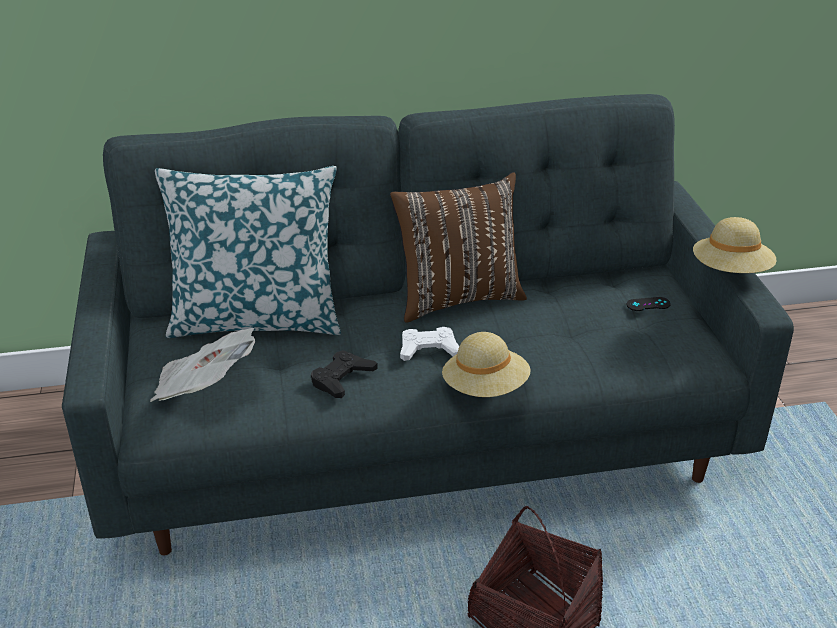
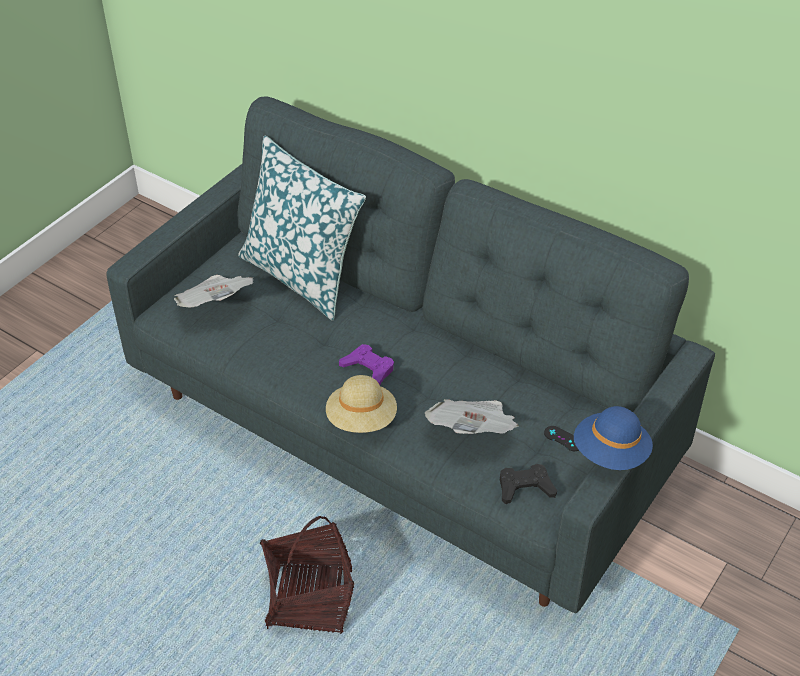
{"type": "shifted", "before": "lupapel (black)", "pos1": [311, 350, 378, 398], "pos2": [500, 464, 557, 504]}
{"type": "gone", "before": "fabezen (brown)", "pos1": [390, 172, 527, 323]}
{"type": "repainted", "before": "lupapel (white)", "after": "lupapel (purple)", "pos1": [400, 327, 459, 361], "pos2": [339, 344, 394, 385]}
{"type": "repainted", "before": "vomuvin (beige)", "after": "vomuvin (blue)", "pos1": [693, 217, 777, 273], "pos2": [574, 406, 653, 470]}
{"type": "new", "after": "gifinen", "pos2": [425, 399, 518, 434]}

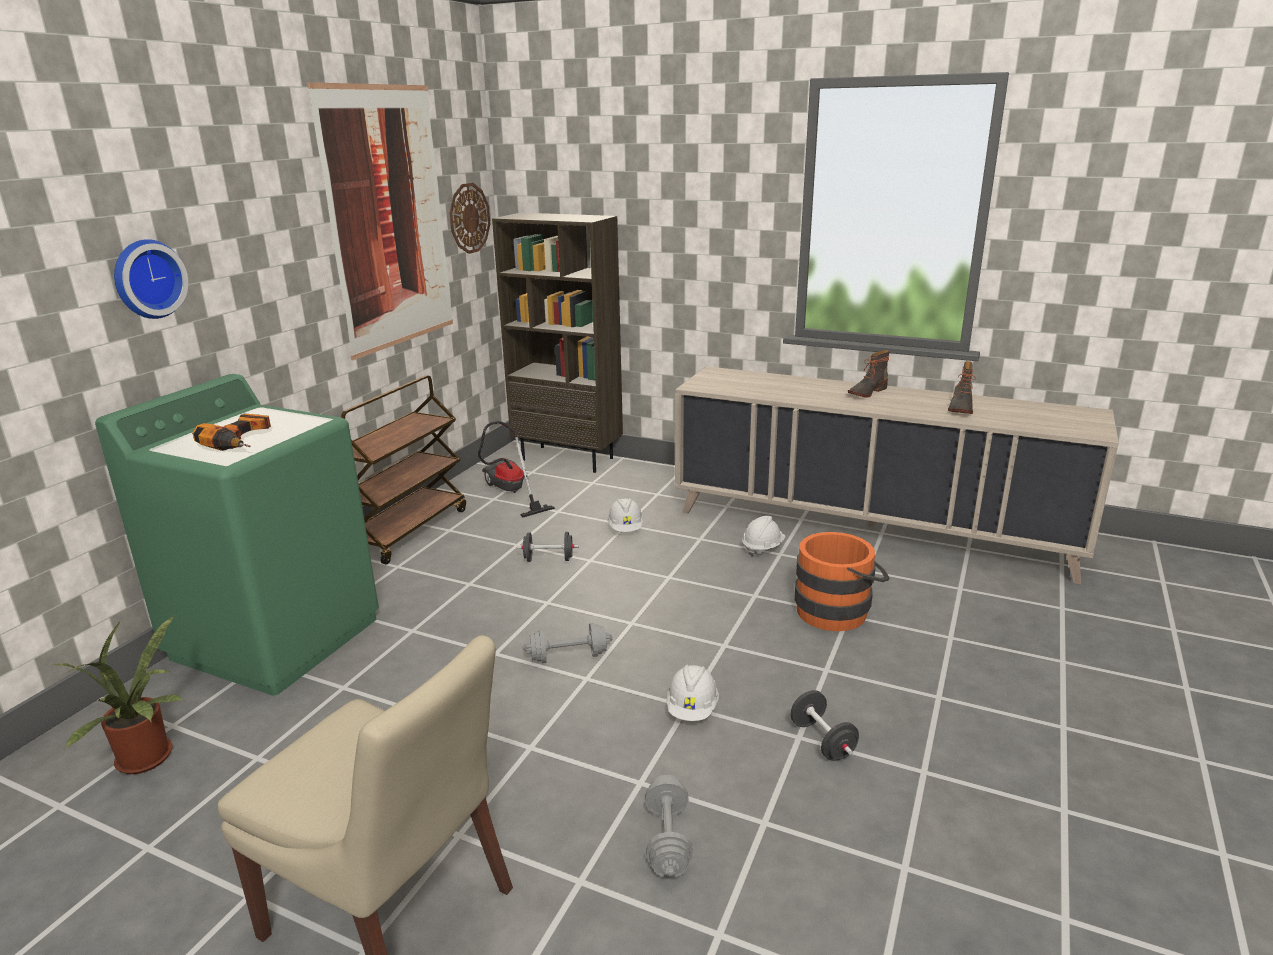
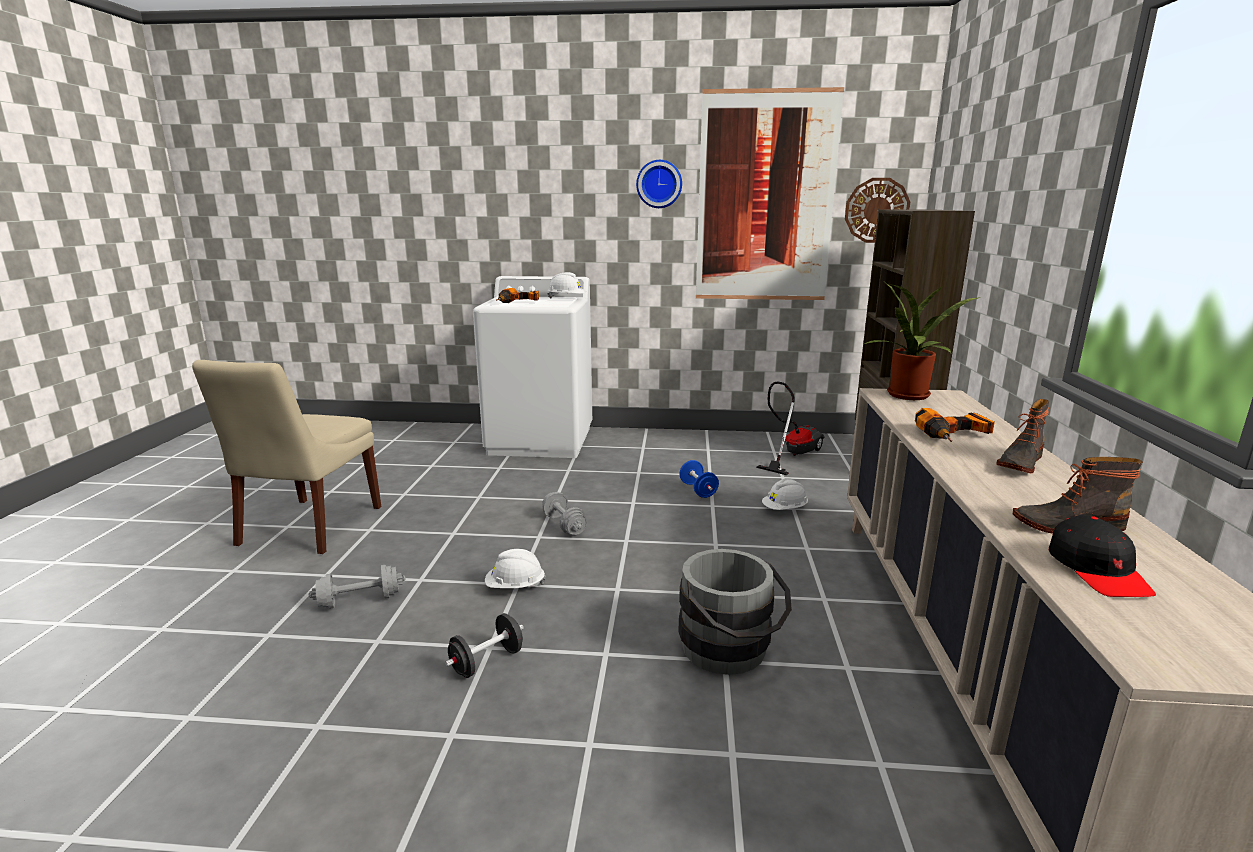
{"type": "shifted", "before": "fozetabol", "pos1": [53, 615, 185, 774], "pos2": [863, 282, 978, 400]}
{"type": "repainted", "before": "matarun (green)", "after": "matarun (white)", "pos1": [95, 374, 379, 696], "pos2": [473, 276, 592, 458]}
{"type": "shifted", "before": "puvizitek", "pos1": [114, 239, 188, 319], "pos2": [636, 160, 682, 208]}
{"type": "gone", "before": "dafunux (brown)", "pos1": [341, 375, 466, 564]}
{"type": "repainted", "before": "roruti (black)", "after": "roruti (blue)", "pos1": [517, 532, 579, 562], "pos2": [680, 460, 719, 498]}
{"type": "shifted", "before": "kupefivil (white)", "pos1": [742, 516, 786, 557], "pos2": [547, 272, 586, 299]}
{"type": "repainted", "before": "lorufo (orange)", "after": "lorufo (grey)", "pos1": [794, 532, 890, 631], "pos2": [678, 549, 792, 675]}
{"type": "rotated", "before": "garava", "pos1": [848, 350, 890, 398], "pos2": [996, 399, 1049, 473], "turn": -75}
{"type": "new", "after": "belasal", "pos2": [915, 408, 995, 442]}
{"type": "new", "after": "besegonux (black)", "pos2": [1048, 515, 1156, 597]}

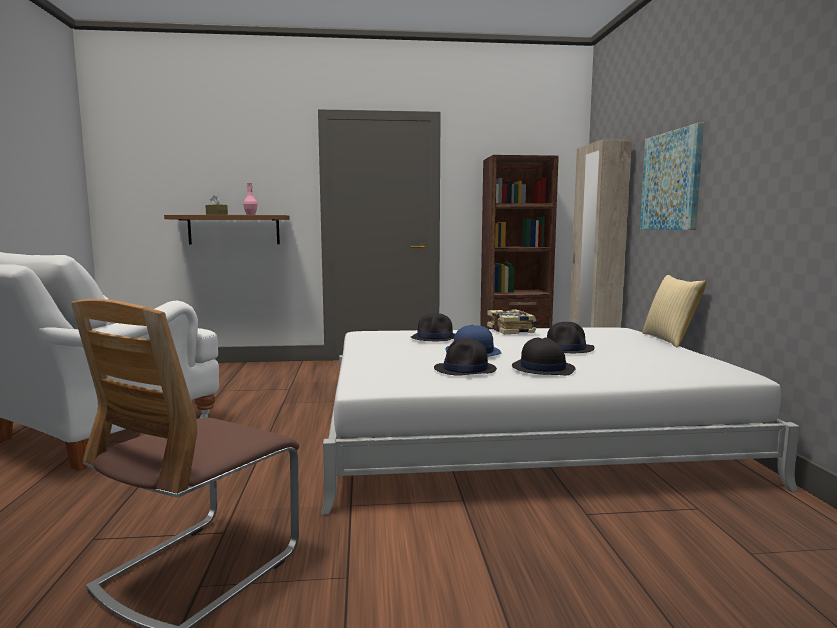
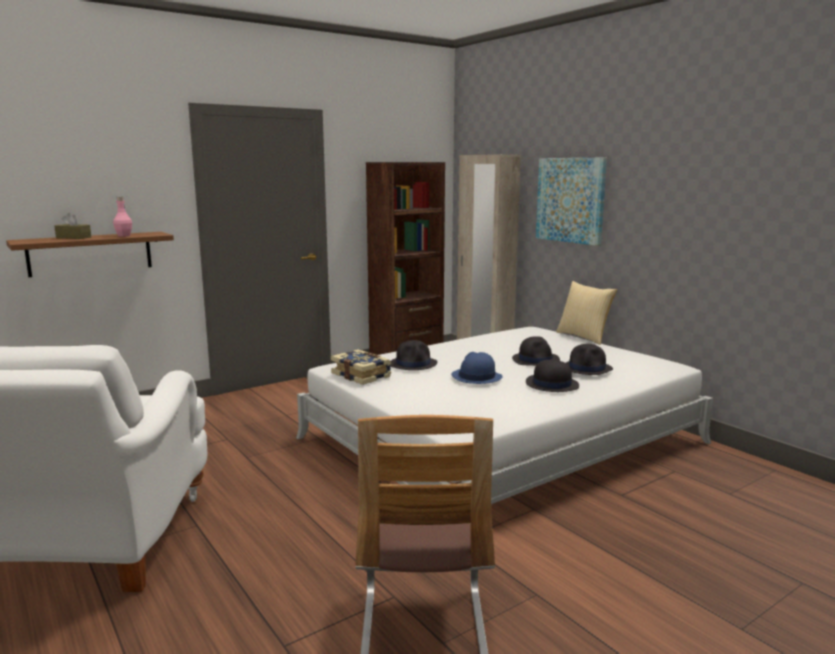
{"type": "shifted", "before": "vomuvin (black)", "pos1": [434, 338, 497, 376], "pos2": [566, 344, 613, 375]}
{"type": "shifted", "before": "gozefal", "pos1": [487, 309, 537, 334], "pos2": [331, 349, 391, 385]}

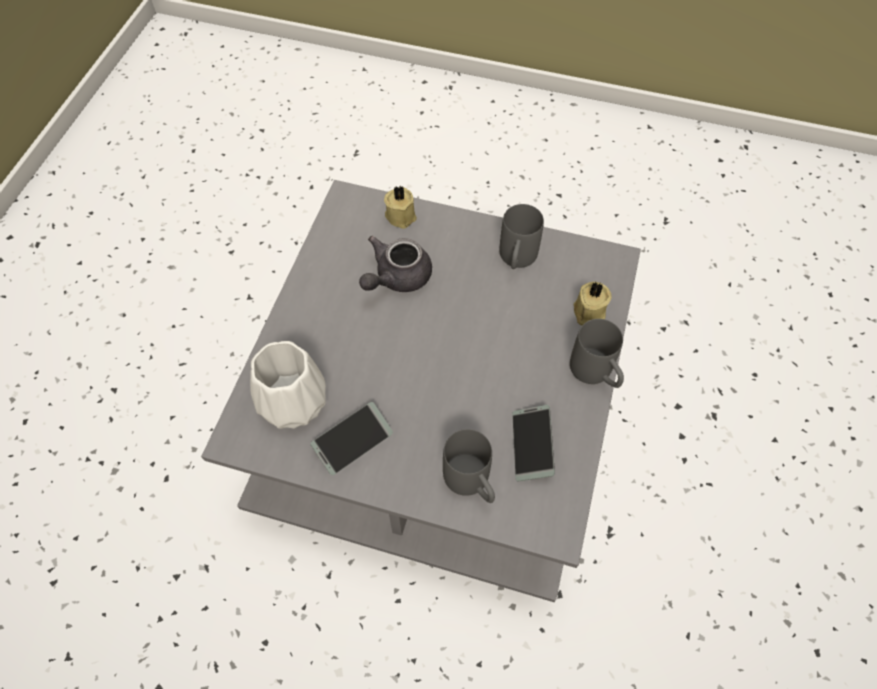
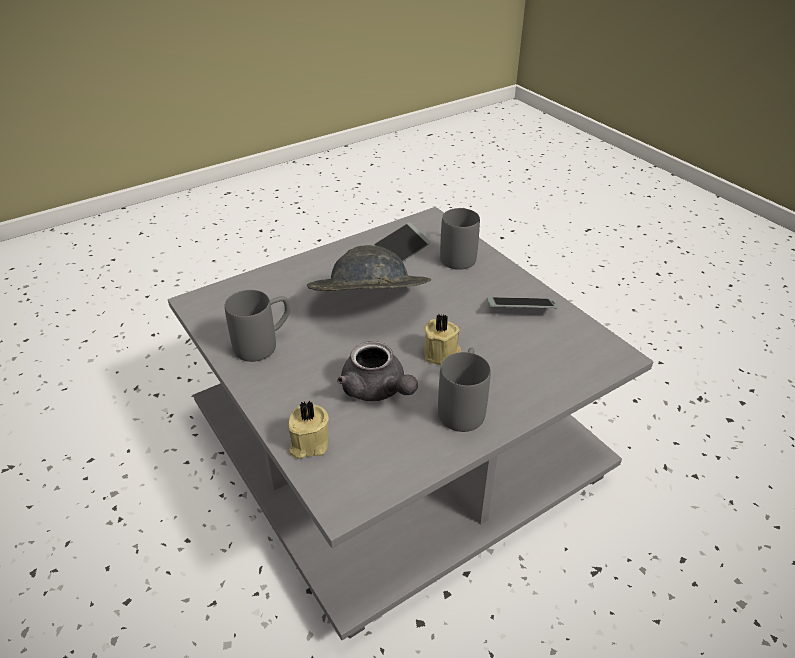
{"type": "gone", "before": "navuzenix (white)", "pos1": [250, 341, 326, 429]}
{"type": "rotated", "before": "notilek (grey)", "pos1": [359, 236, 432, 292], "pos2": [337, 341, 418, 401], "turn": 60}
{"type": "shifted", "before": "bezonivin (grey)", "pos1": [570, 319, 624, 388], "pos2": [438, 347, 491, 432]}
{"type": "shifted", "before": "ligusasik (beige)", "pos1": [573, 282, 612, 325], "pos2": [424, 314, 461, 365]}
{"type": "new", "after": "vomuvin (grey)", "pos2": [307, 245, 431, 291]}

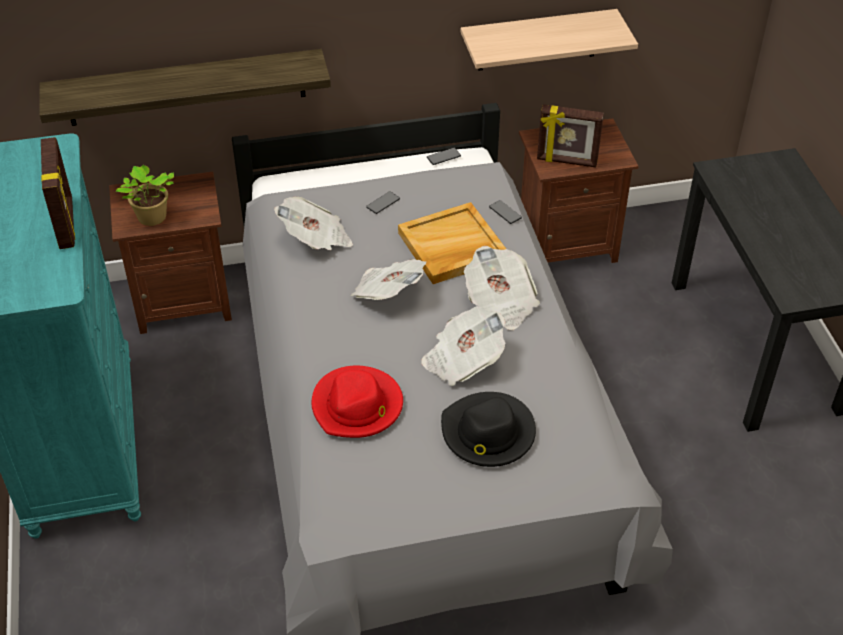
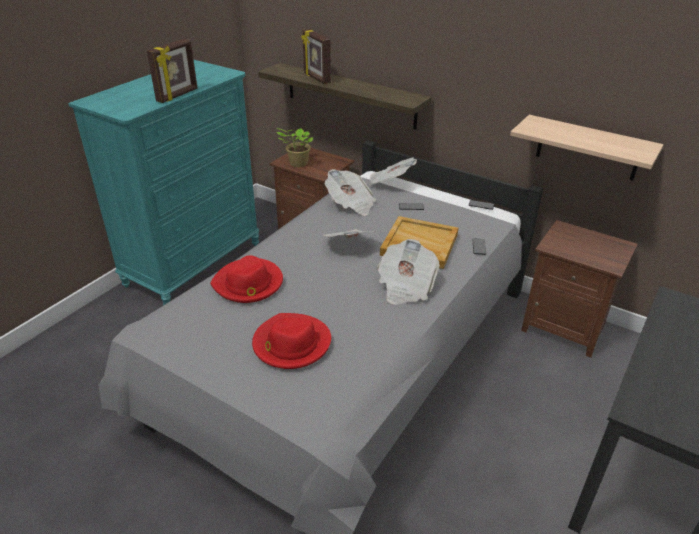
{"type": "shifted", "before": "gifinen", "pos1": [421, 306, 506, 386], "pos2": [369, 157, 417, 185]}
{"type": "repainted", "before": "vomuvin (black)", "after": "vomuvin (red)", "pos1": [441, 392, 536, 467], "pos2": [252, 313, 331, 369]}
{"type": "shifted", "before": "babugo", "pos1": [537, 104, 604, 167], "pos2": [301, 29, 331, 84]}

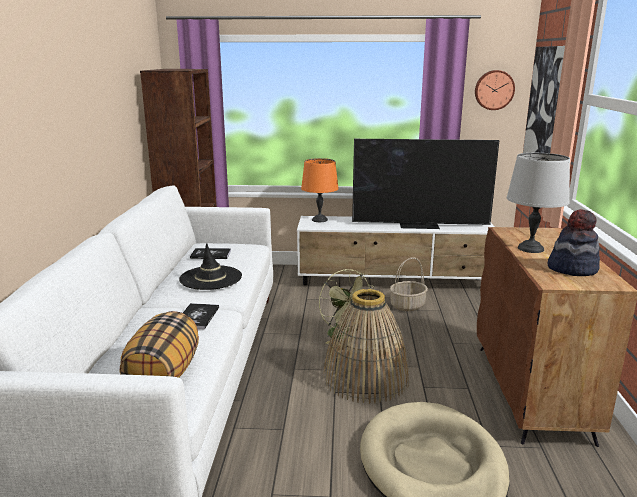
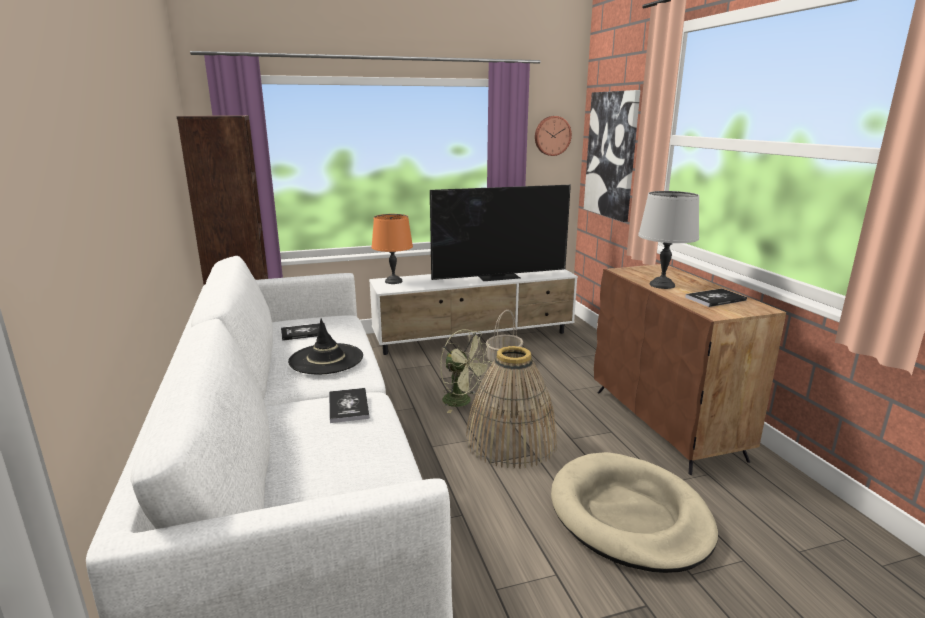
{"type": "gone", "before": "fabezen", "pos1": [119, 311, 199, 378]}
{"type": "swapped", "before": "vomuvin", "after": "gozefal", "pos1": [547, 209, 600, 276], "pos2": [685, 289, 747, 307]}

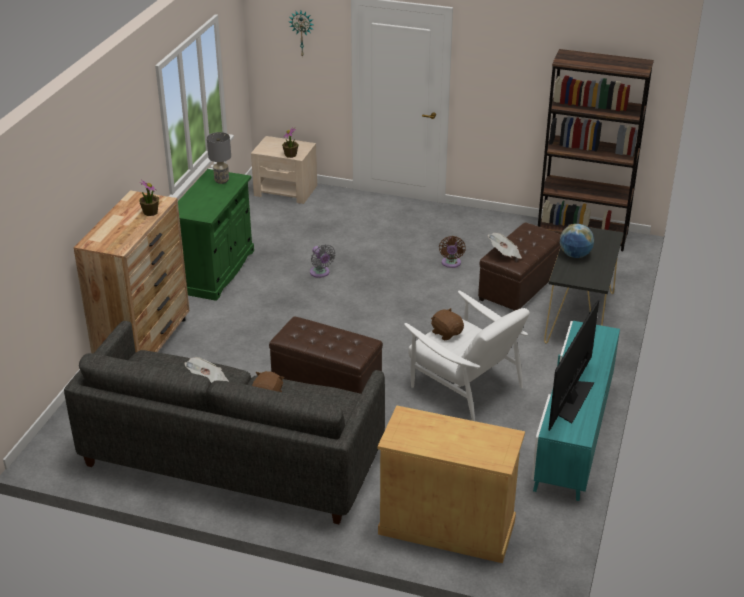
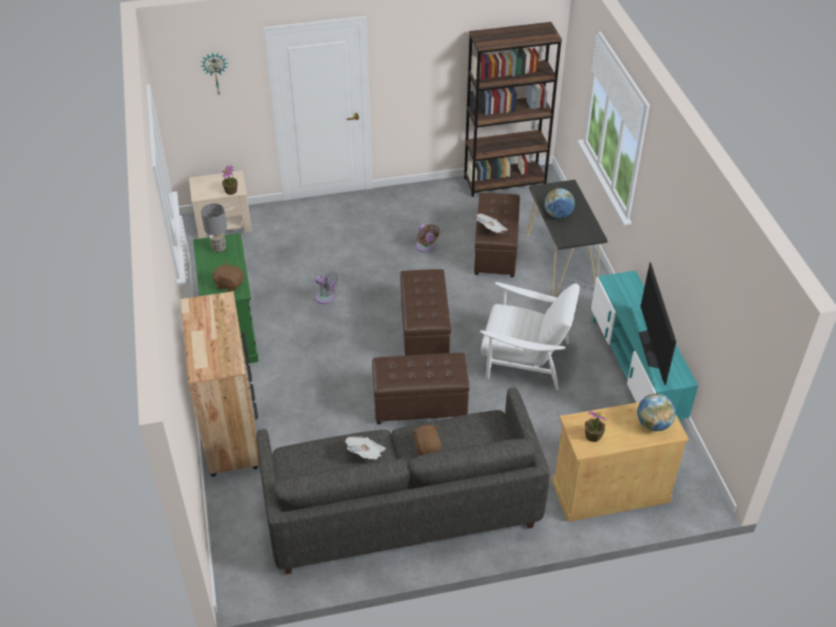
{"type": "shifted", "before": "fozetabol", "pos1": [139, 179, 159, 216], "pos2": [585, 411, 608, 442]}
{"type": "shifted", "before": "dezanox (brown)", "pos1": [431, 308, 464, 341], "pos2": [213, 262, 244, 292]}
{"type": "new", "after": "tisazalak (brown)", "pos2": [400, 269, 451, 356]}
{"type": "new", "after": "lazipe", "pos2": [637, 393, 676, 431]}

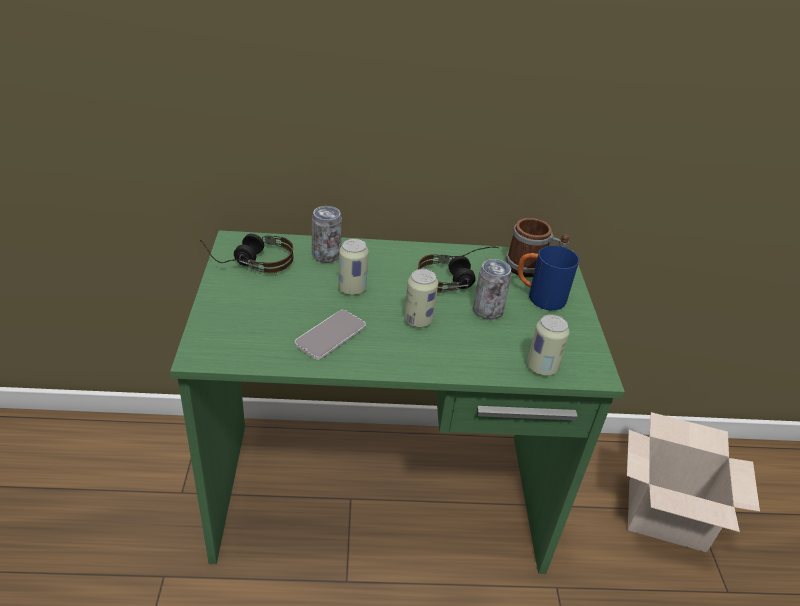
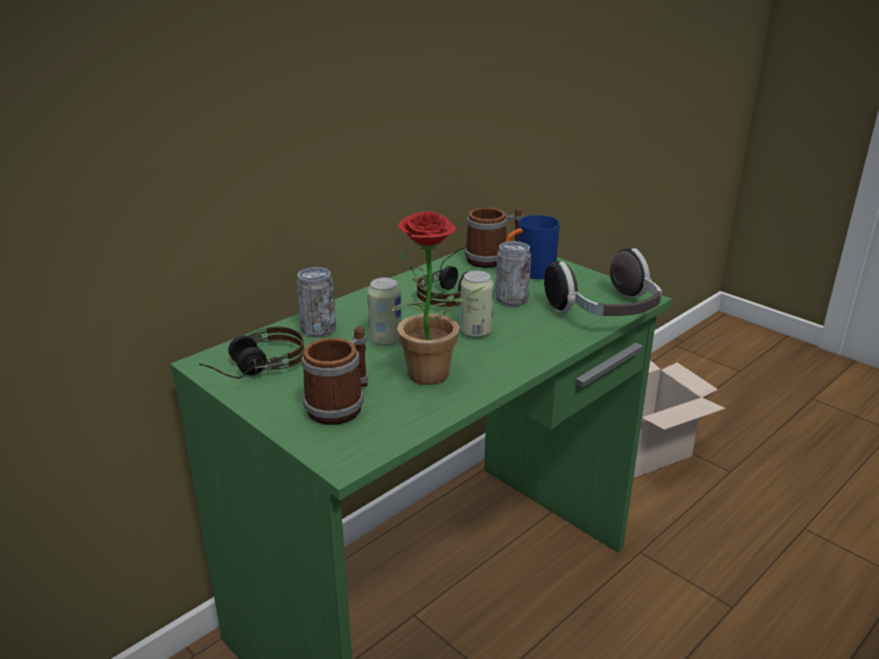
{"type": "swapped", "before": "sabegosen", "after": "fozetabol", "pos1": [295, 310, 366, 360], "pos2": [391, 211, 484, 385]}
{"type": "swapped", "before": "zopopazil", "after": "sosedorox", "pos1": [527, 314, 570, 376], "pos2": [544, 248, 662, 316]}
{"type": "new", "after": "bezonivin", "pos2": [301, 327, 368, 425]}

